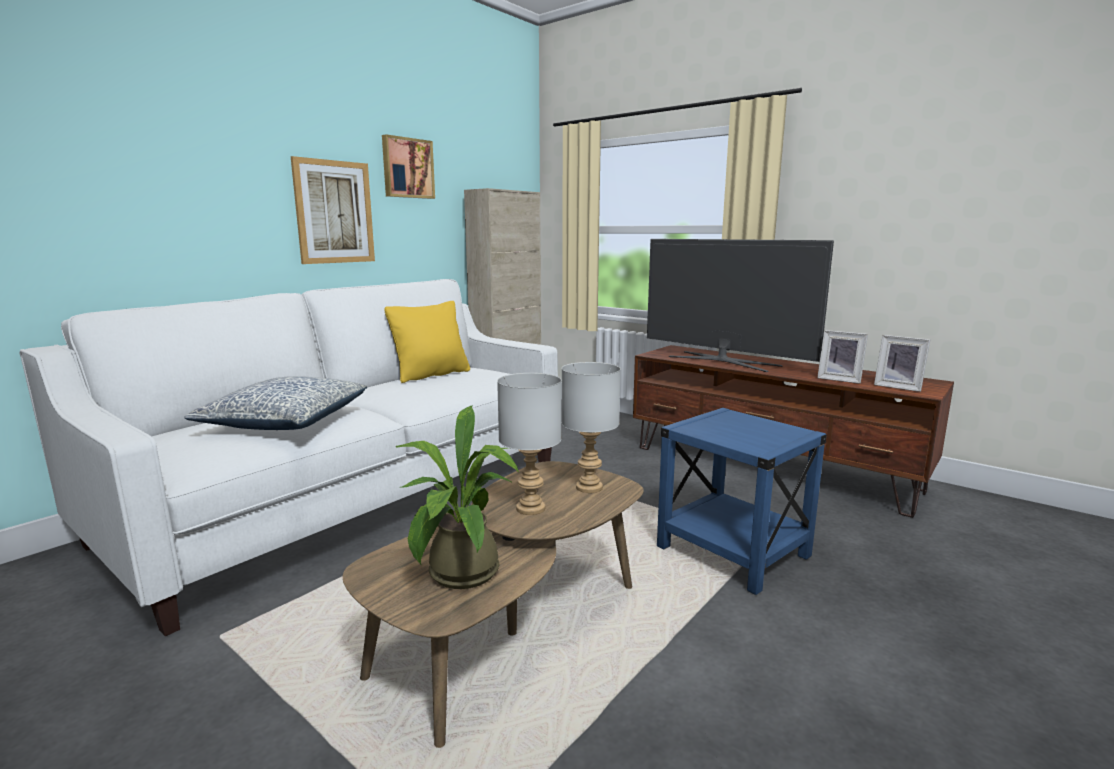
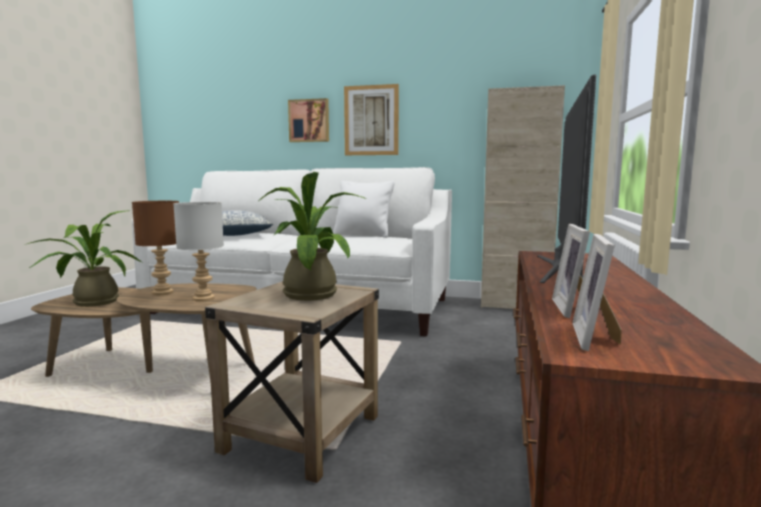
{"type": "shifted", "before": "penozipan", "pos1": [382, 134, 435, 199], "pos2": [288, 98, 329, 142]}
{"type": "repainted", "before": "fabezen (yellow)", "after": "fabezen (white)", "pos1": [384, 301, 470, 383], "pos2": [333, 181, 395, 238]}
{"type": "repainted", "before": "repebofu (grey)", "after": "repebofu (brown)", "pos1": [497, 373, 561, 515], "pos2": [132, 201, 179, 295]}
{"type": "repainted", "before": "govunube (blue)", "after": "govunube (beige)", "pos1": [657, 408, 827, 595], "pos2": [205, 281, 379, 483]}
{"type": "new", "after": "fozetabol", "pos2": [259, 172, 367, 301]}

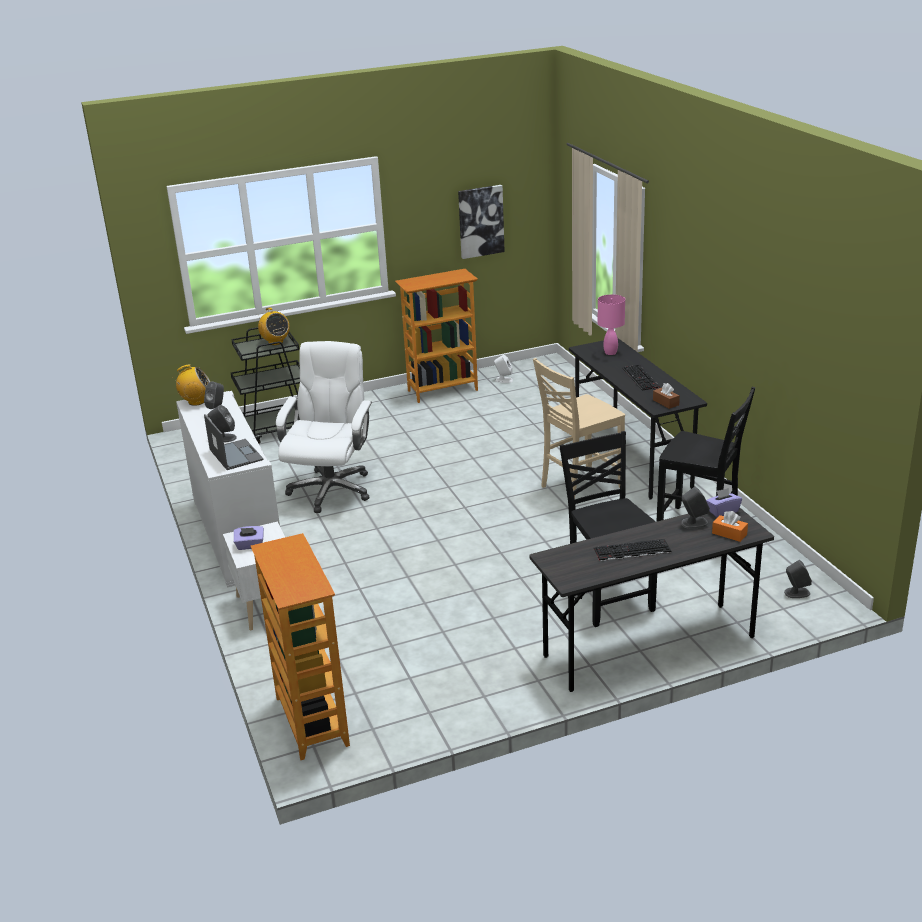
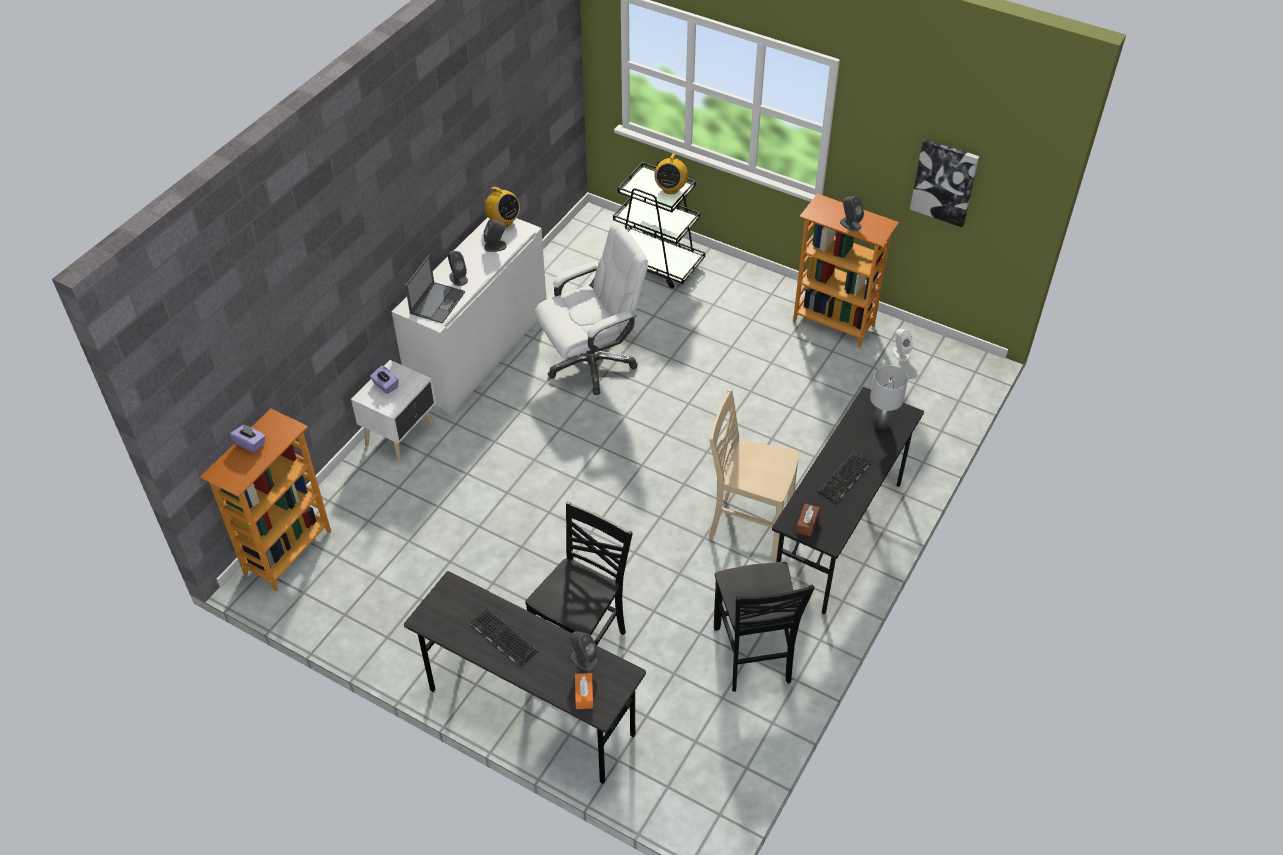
{"type": "repainted", "before": "repebofu (pink)", "after": "repebofu (grey)", "pos1": [598, 294, 625, 355], "pos2": [870, 365, 908, 430]}
{"type": "shifted", "before": "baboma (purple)", "pos1": [706, 488, 742, 517], "pos2": [230, 424, 266, 453]}
{"type": "shifted", "before": "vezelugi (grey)", "pos1": [784, 560, 812, 598], "pos2": [840, 196, 864, 231]}

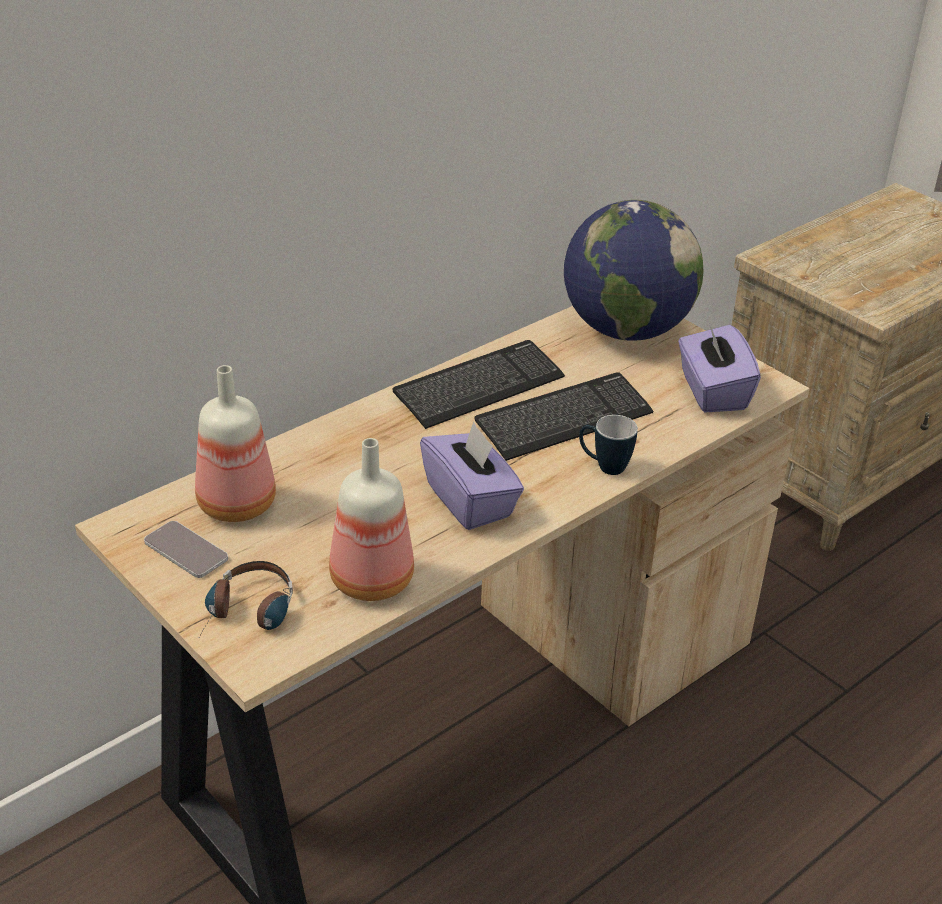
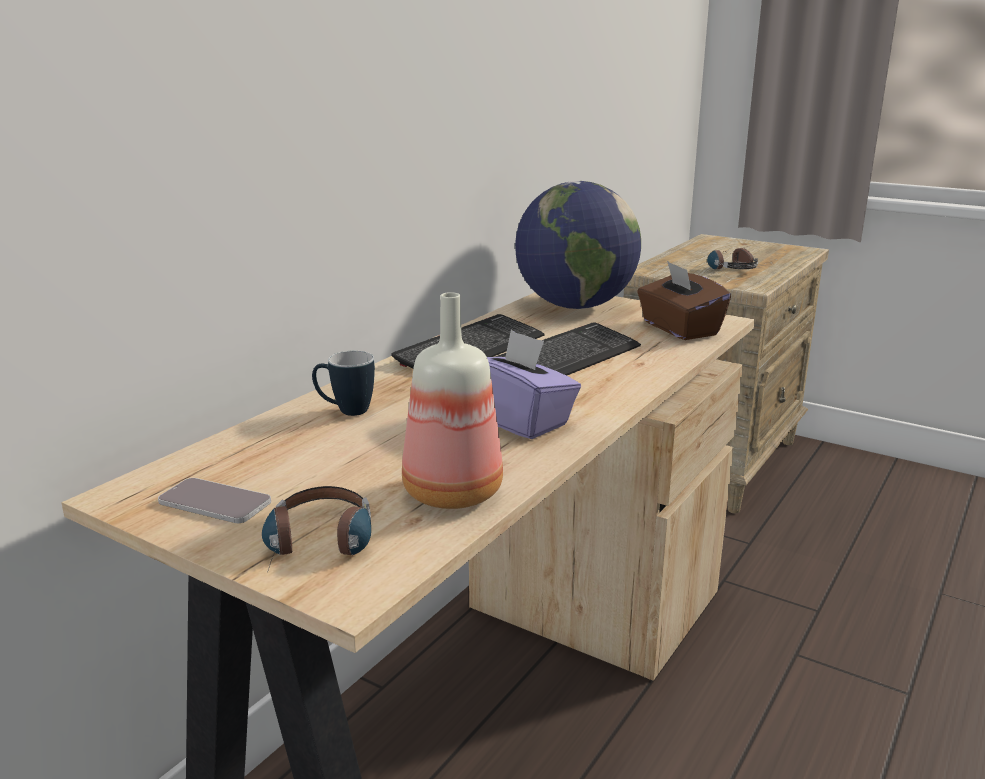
{"type": "gone", "before": "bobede", "pos1": [195, 365, 276, 522]}
{"type": "shifted", "before": "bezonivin", "pos1": [579, 415, 638, 475], "pos2": [312, 351, 375, 416]}
{"type": "repainted", "before": "baboma (purple)", "after": "baboma (brown)", "pos1": [678, 323, 761, 413], "pos2": [637, 261, 731, 340]}
{"type": "new", "after": "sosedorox", "pos2": [707, 248, 758, 269]}

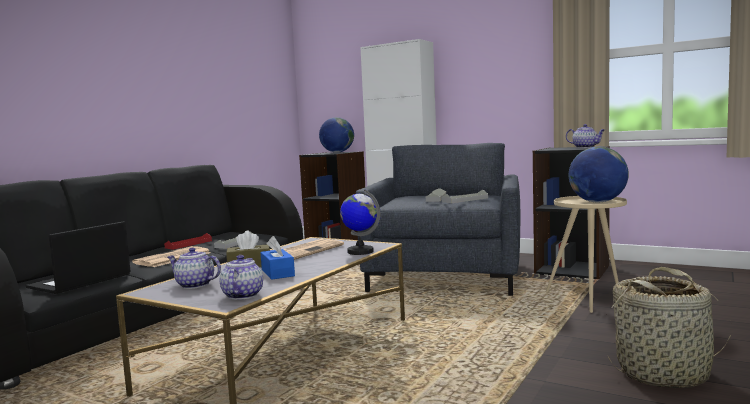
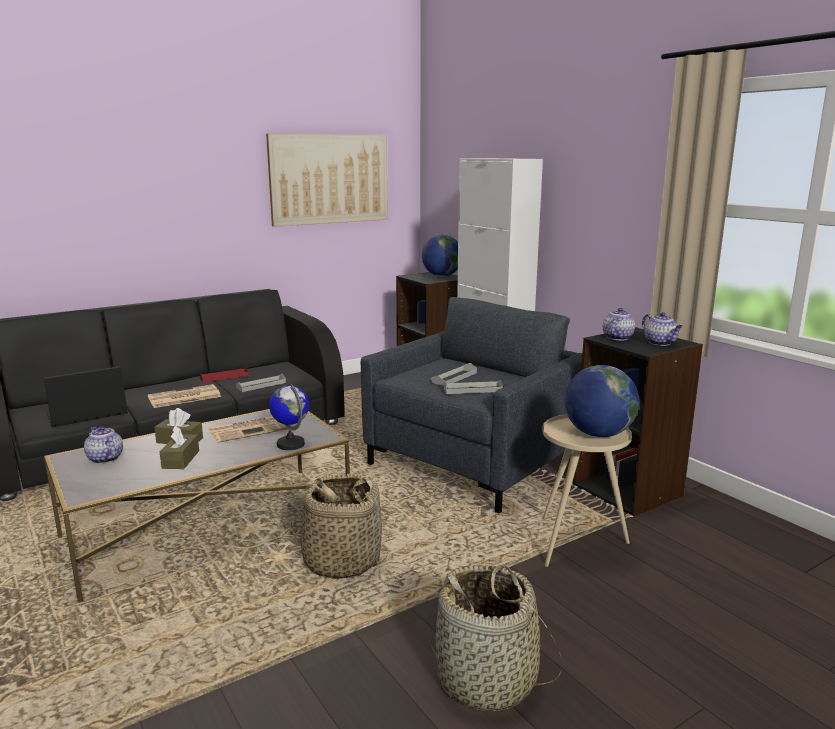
{"type": "shifted", "before": "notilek", "pos1": [220, 255, 263, 300], "pos2": [602, 308, 635, 340]}
{"type": "repainted", "before": "baboma (blue)", "after": "baboma (brown)", "pos1": [260, 236, 295, 280], "pos2": [160, 426, 199, 469]}
{"type": "new", "after": "penozipan", "pos2": [266, 133, 388, 227]}
{"type": "new", "after": "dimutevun", "pos2": [291, 474, 388, 579]}

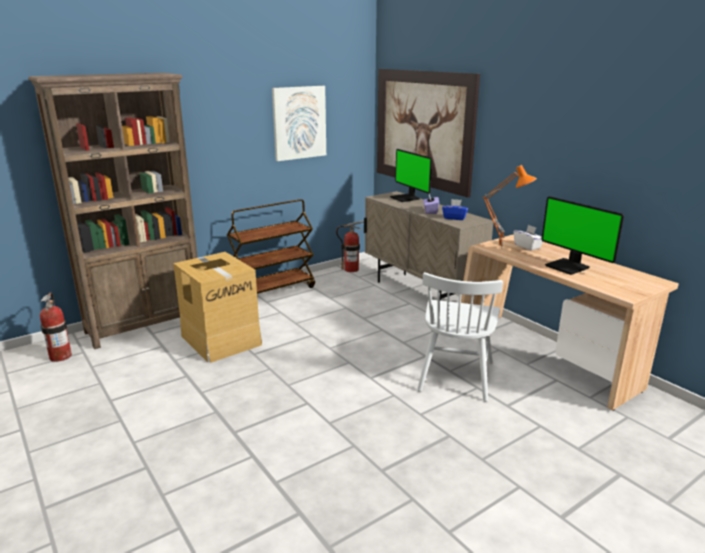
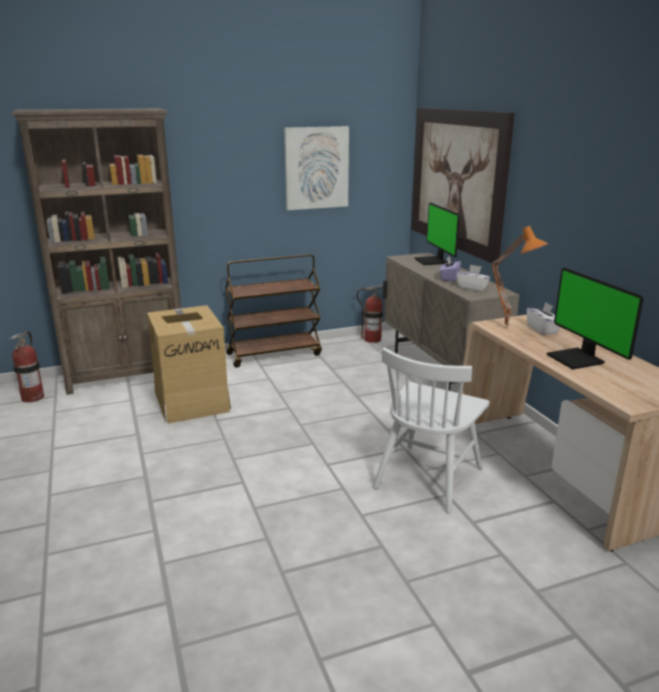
{"type": "repainted", "before": "baboma (blue)", "after": "baboma (white)", "pos1": [442, 199, 468, 220], "pos2": [457, 265, 490, 291]}

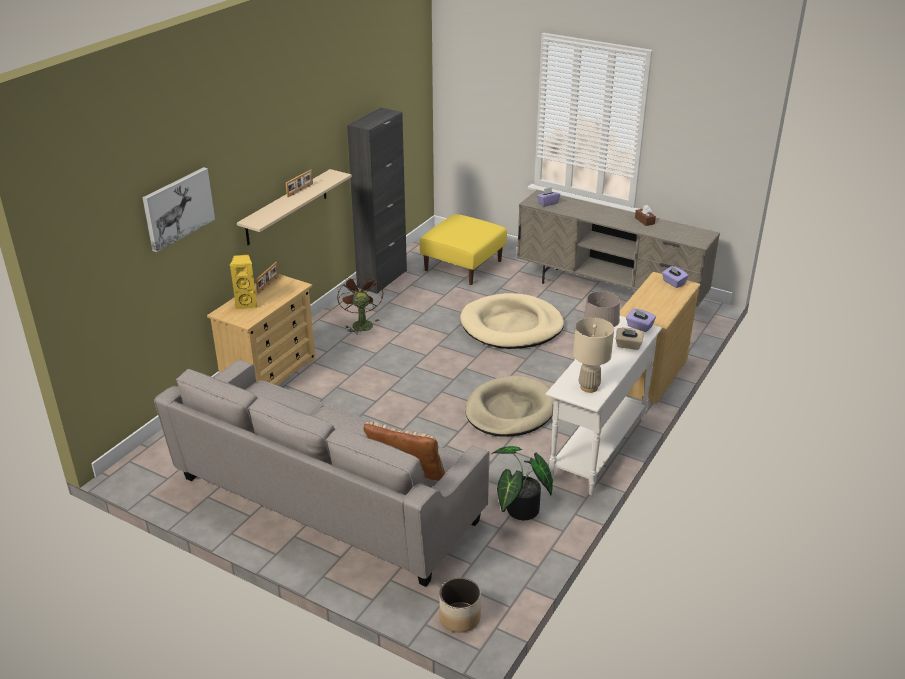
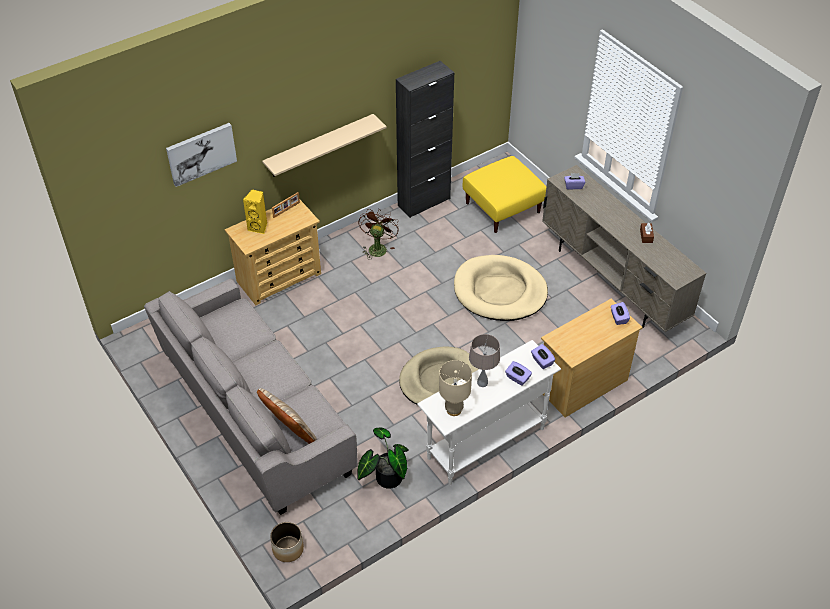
{"type": "gone", "before": "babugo", "pos1": [286, 170, 313, 197]}
{"type": "repainted", "before": "baboma (beige)", "after": "baboma (purple)", "pos1": [616, 328, 644, 350], "pos2": [505, 361, 532, 386]}

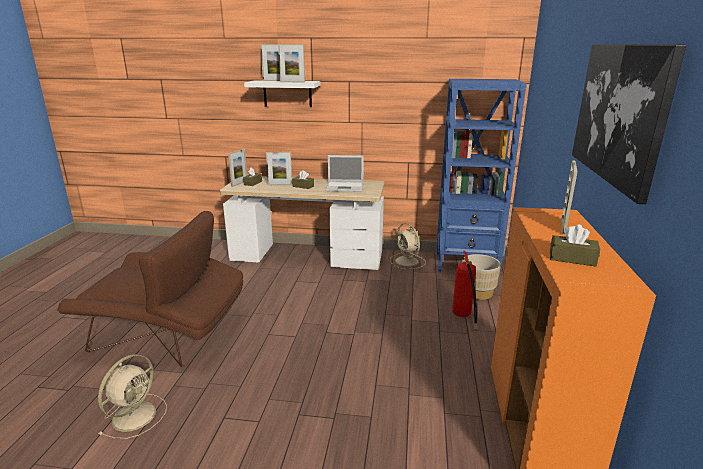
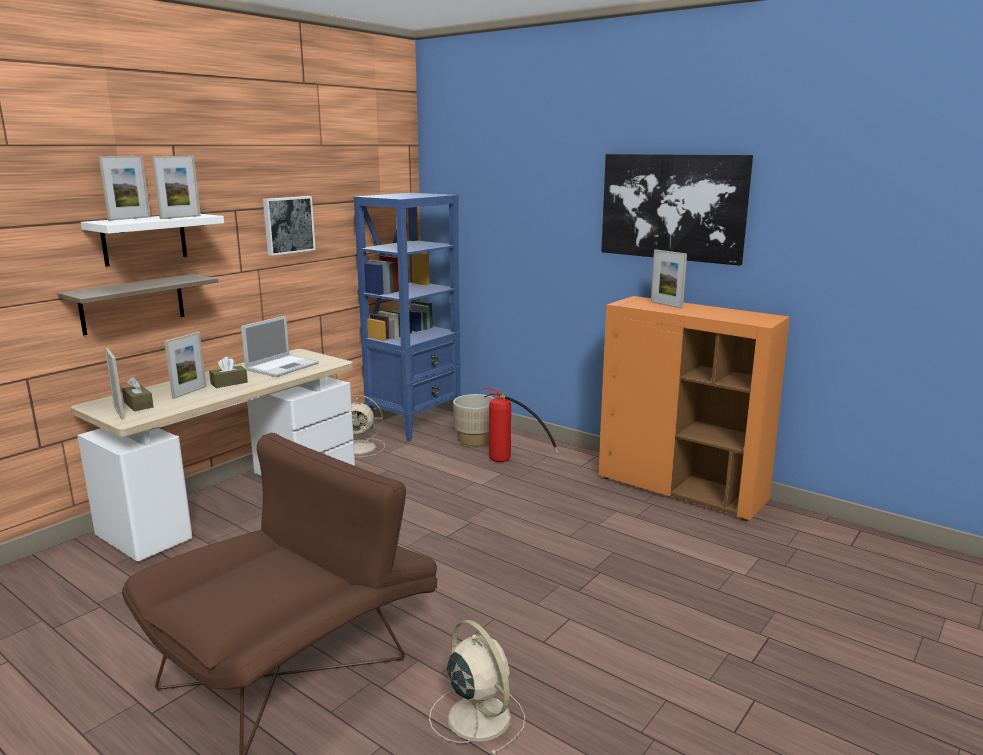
{"type": "gone", "before": "baboma (brown)", "pos1": [550, 224, 600, 266]}
{"type": "new", "after": "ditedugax", "pos2": [58, 274, 218, 335]}
{"type": "new", "after": "penozipan", "pos2": [263, 196, 316, 256]}

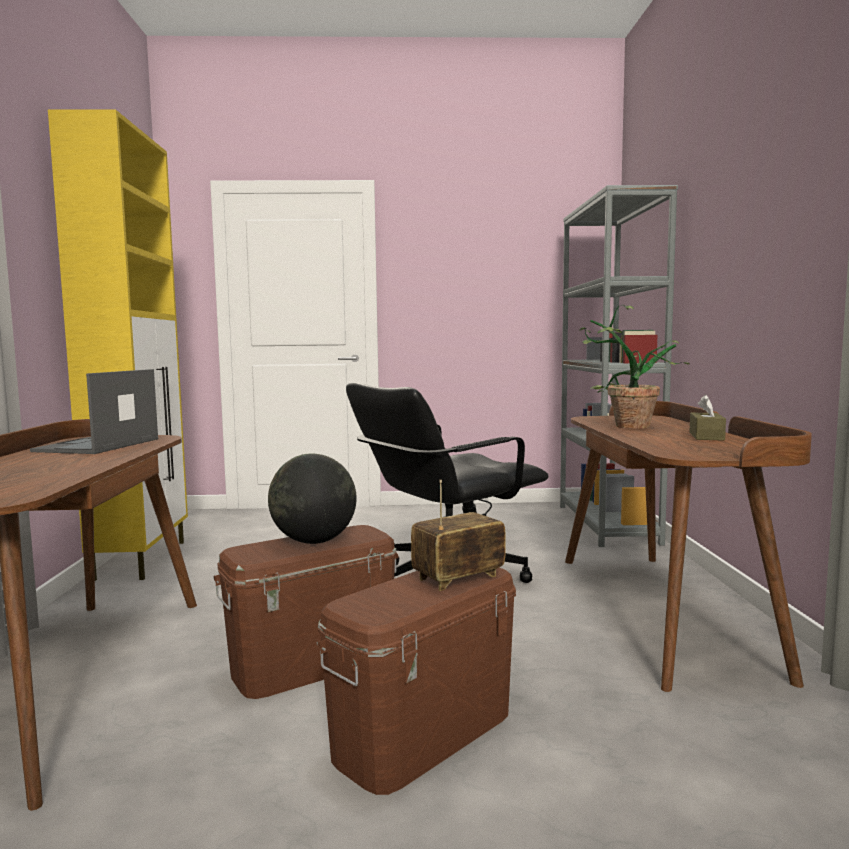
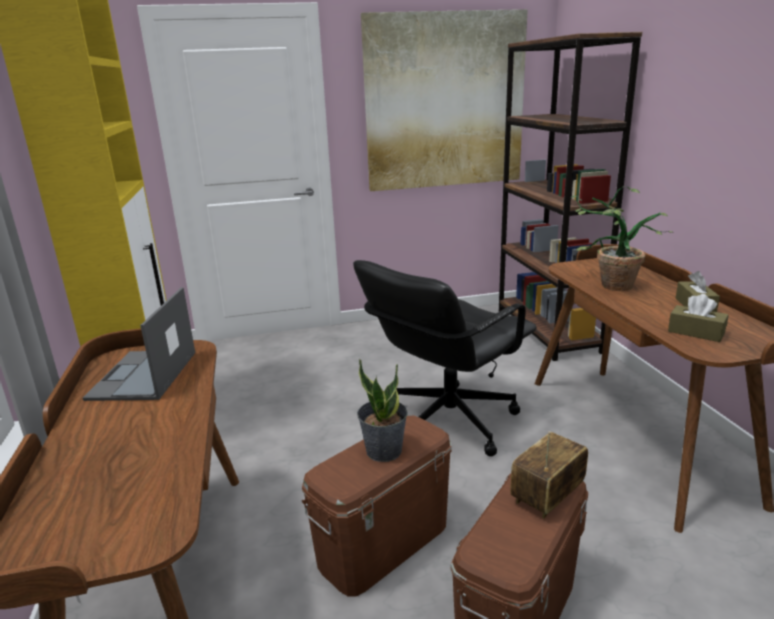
{"type": "swapped", "before": "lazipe", "after": "fozetabol", "pos1": [268, 454, 356, 544], "pos2": [357, 359, 408, 462]}
{"type": "repainted", "before": "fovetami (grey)", "after": "fovetami (brown)", "pos1": [560, 185, 678, 547], "pos2": [499, 32, 642, 361]}
{"type": "new", "after": "penozipan", "pos2": [361, 9, 528, 191]}
{"type": "new", "after": "baboma (brown)", "pos2": [668, 294, 729, 342]}

